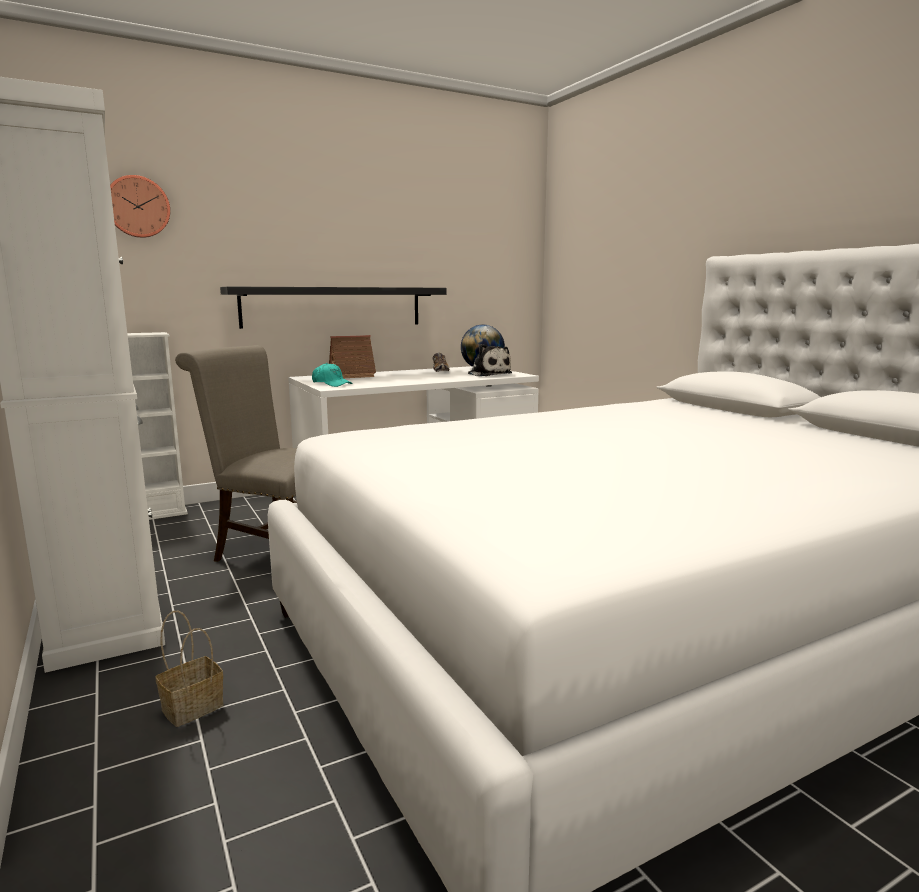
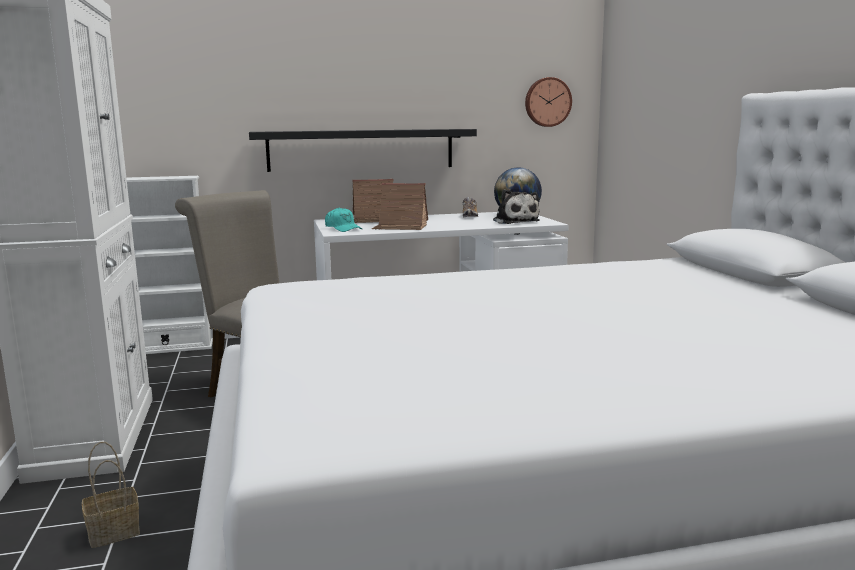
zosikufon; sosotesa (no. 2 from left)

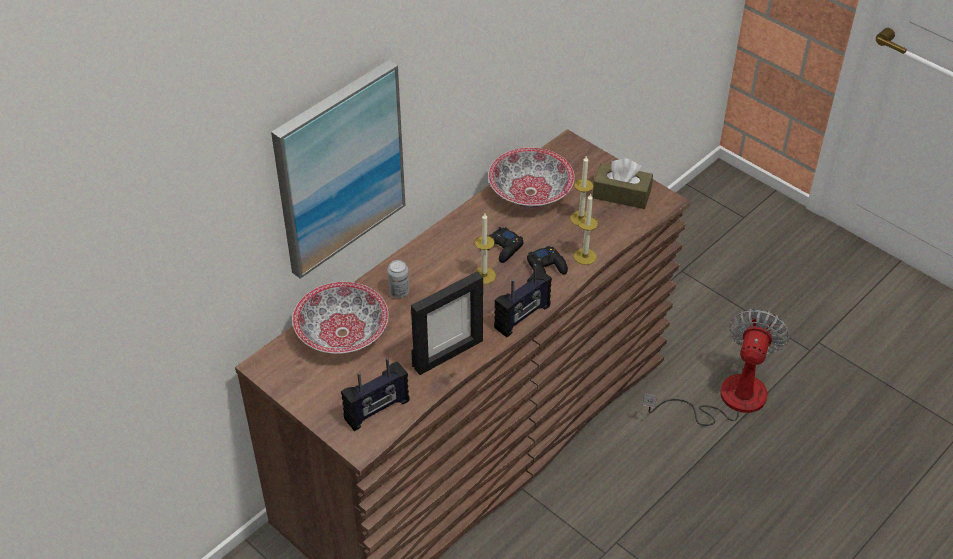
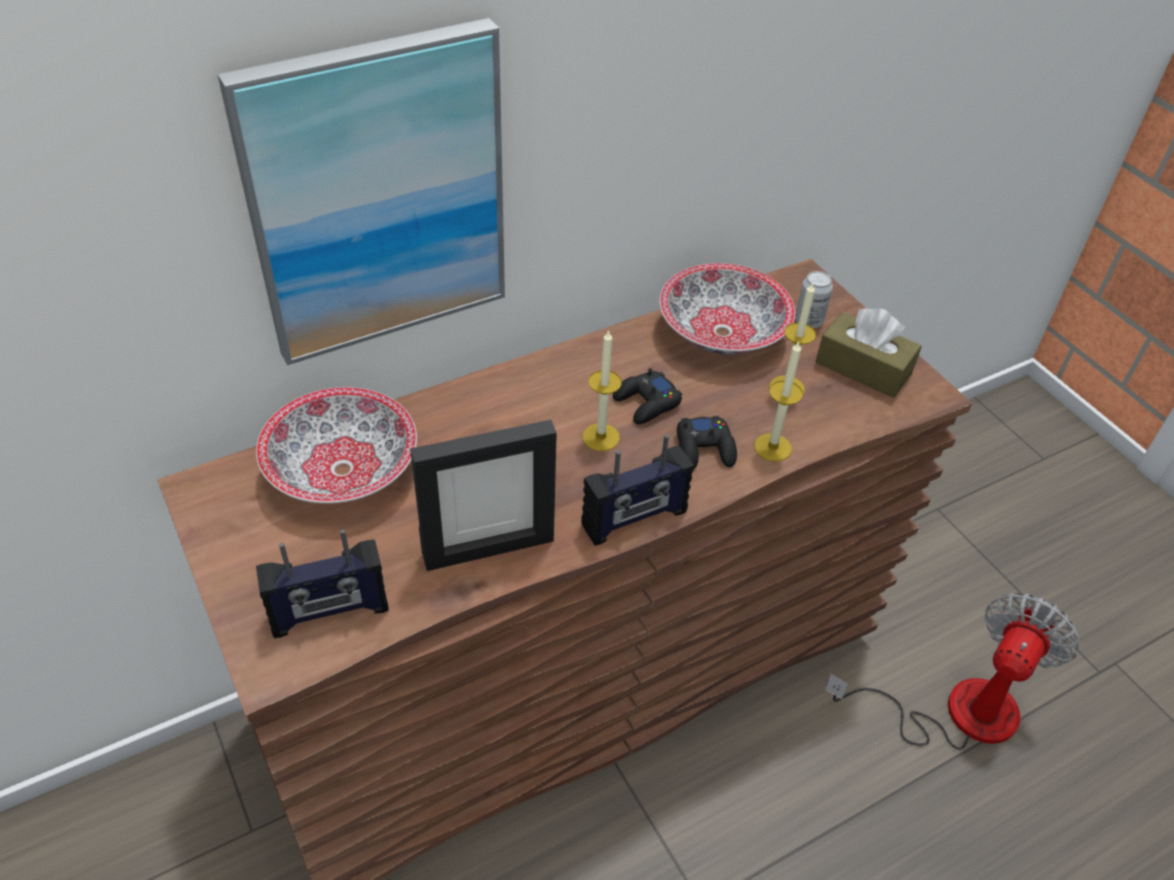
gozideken

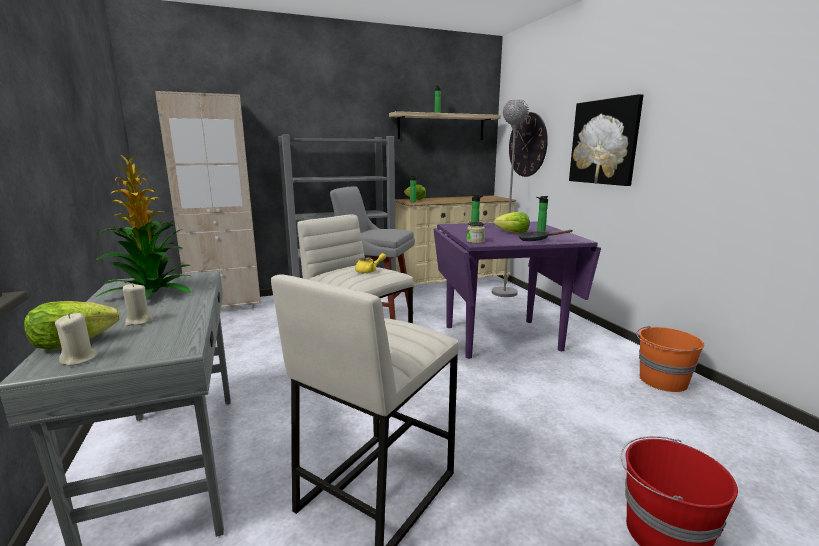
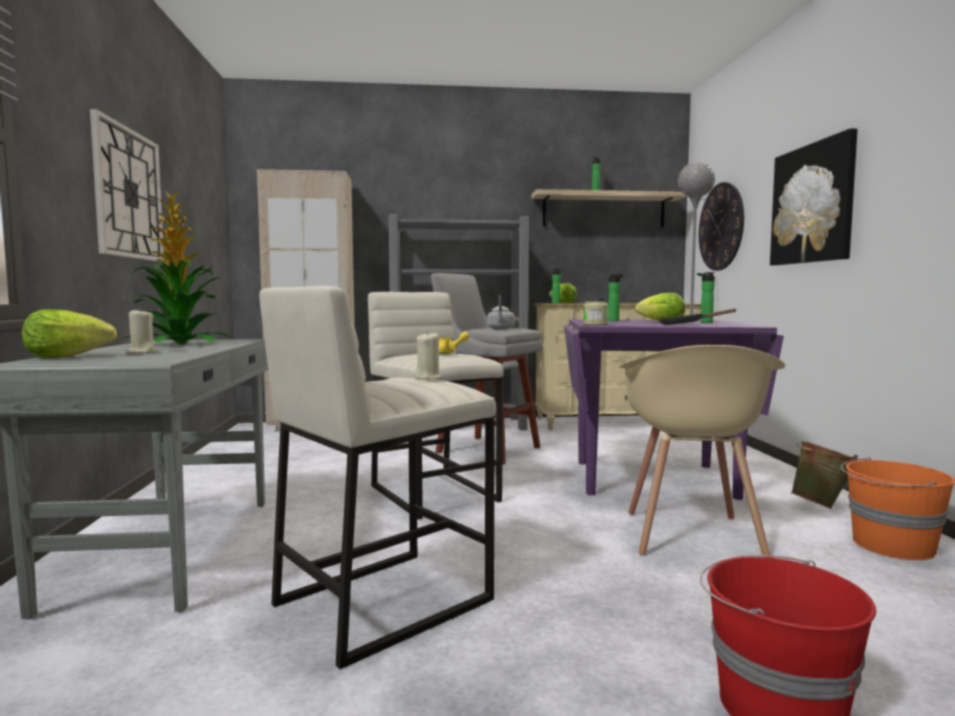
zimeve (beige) (no. 2 from left); zosikufon (no. 1 from left); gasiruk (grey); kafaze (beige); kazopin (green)

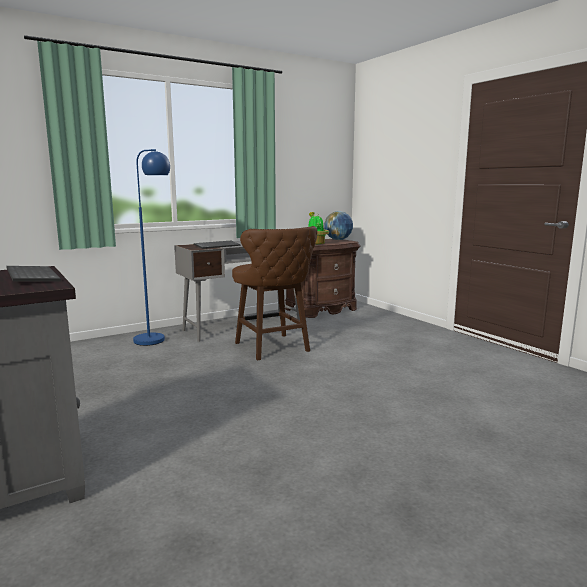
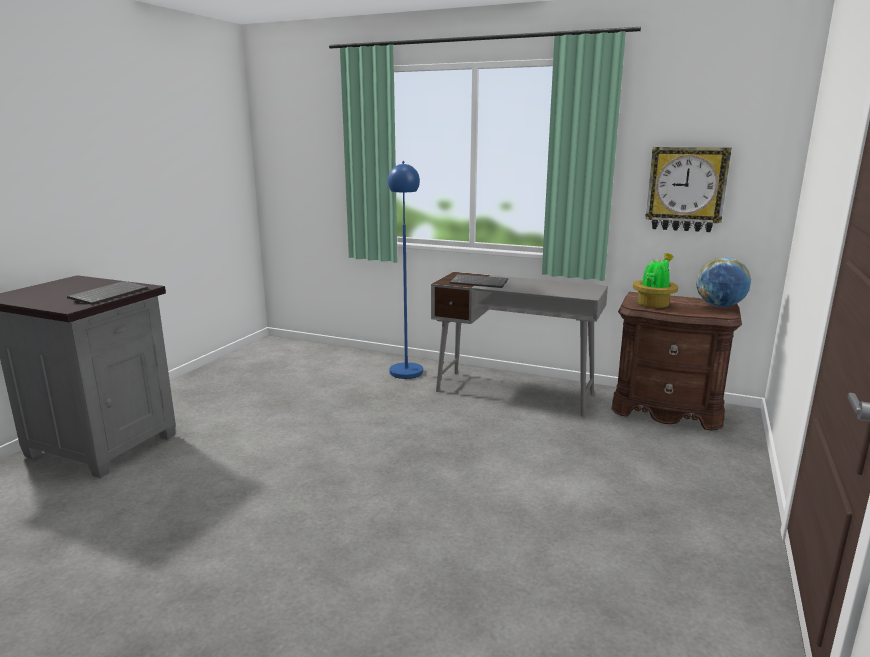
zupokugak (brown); zosikufon

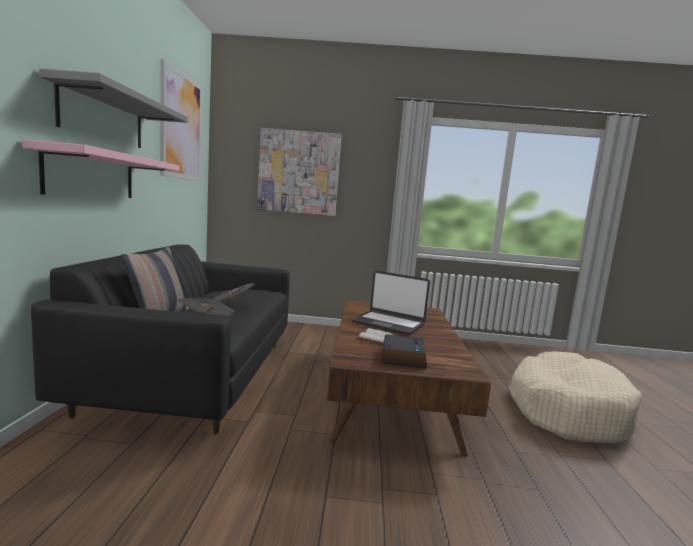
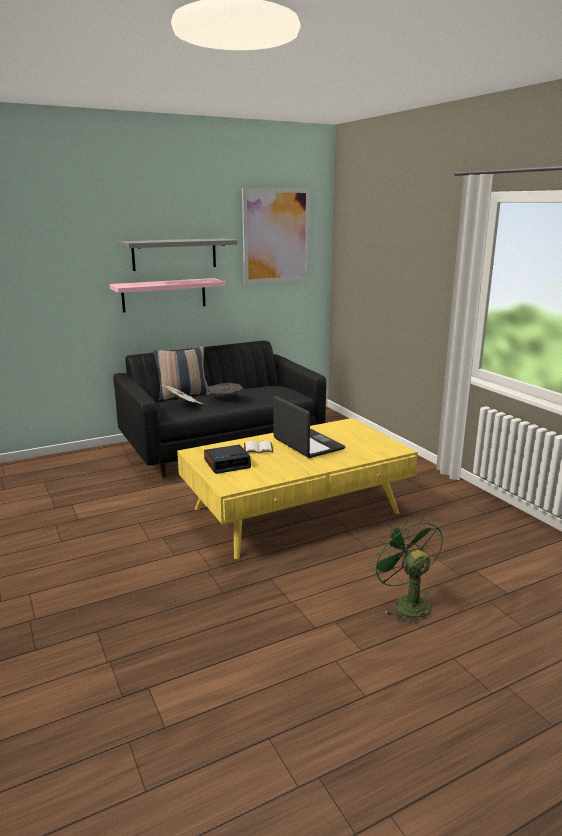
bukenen (no. 2 from left in the first image); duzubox; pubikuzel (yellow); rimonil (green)

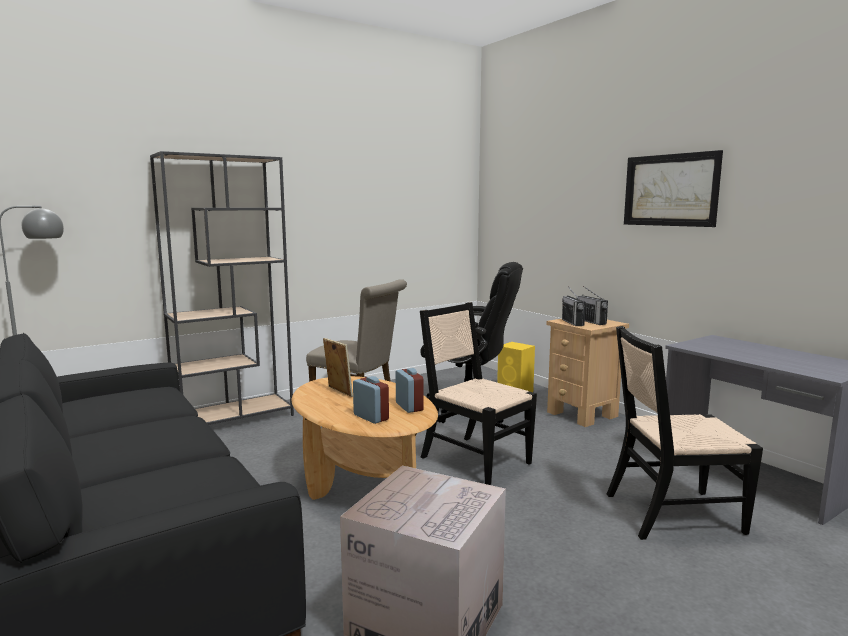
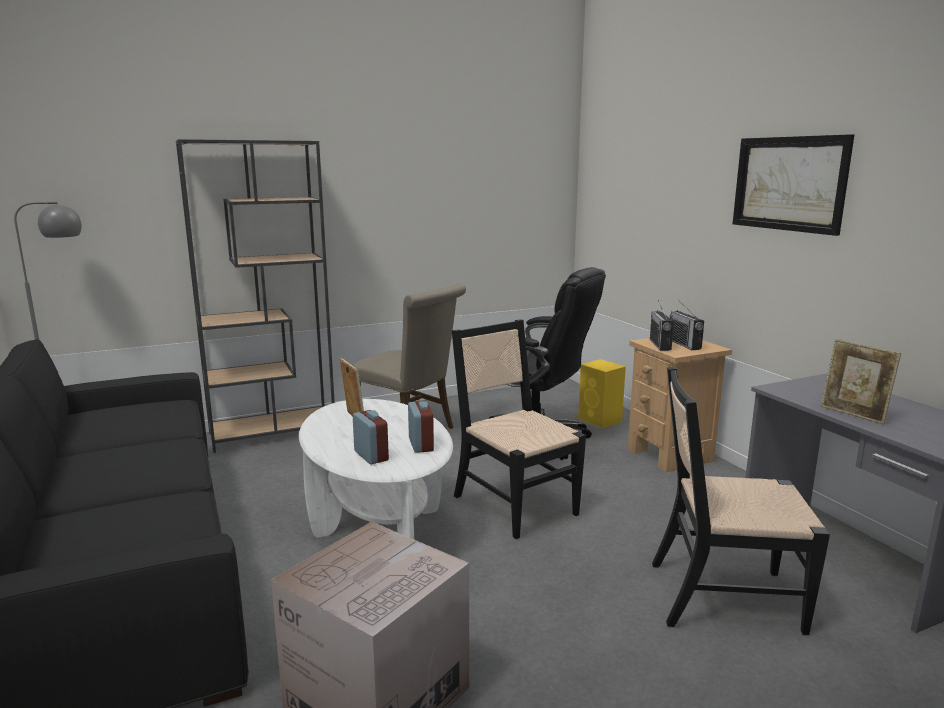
pubikuzel (white); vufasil (no. 2 from left)

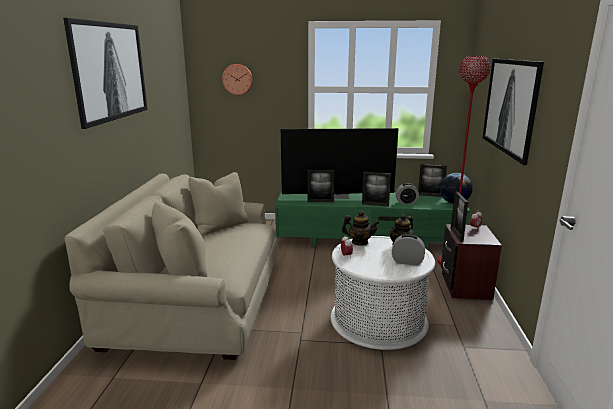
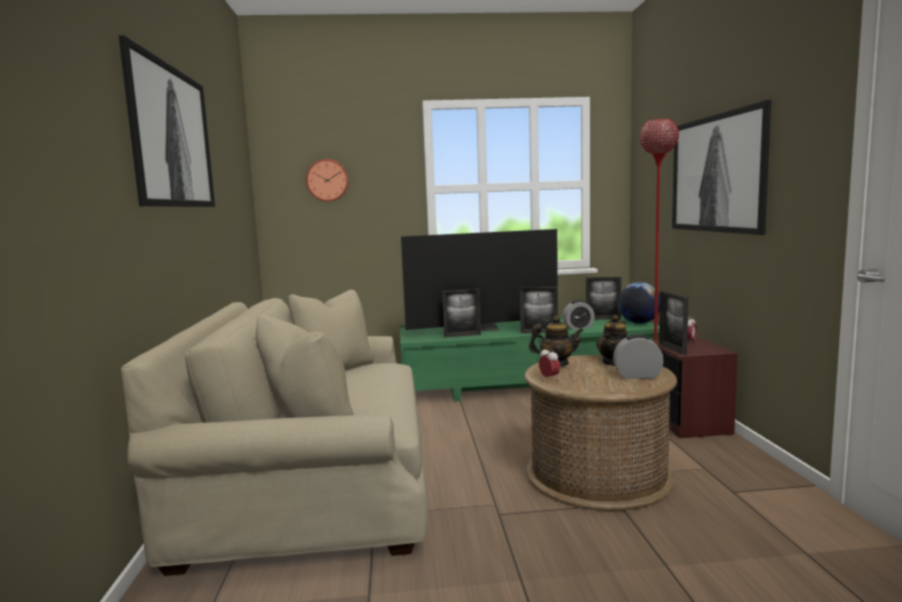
pubikuzel (brown)

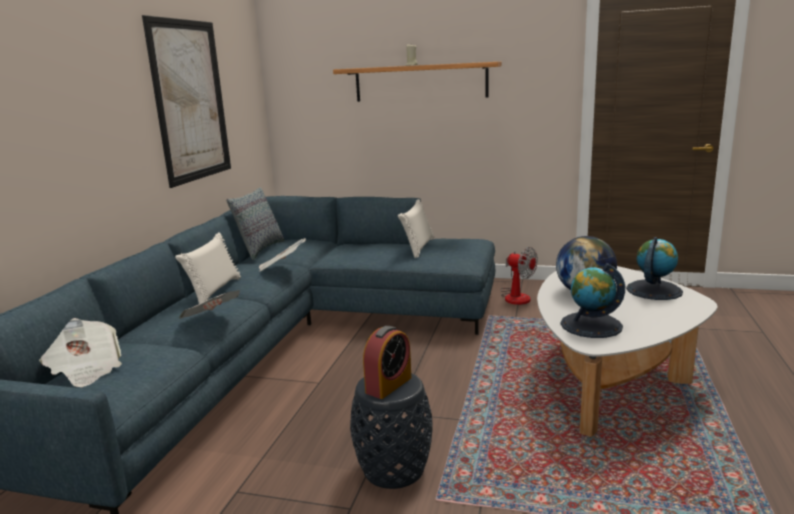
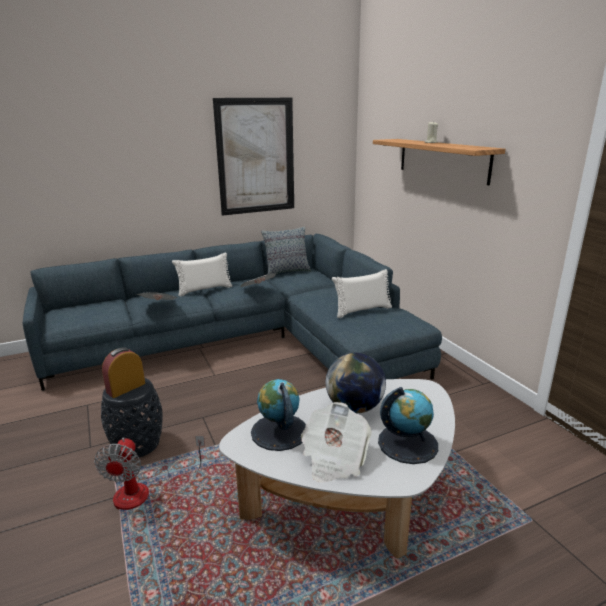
rimonil; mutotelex (no. 3 from left); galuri

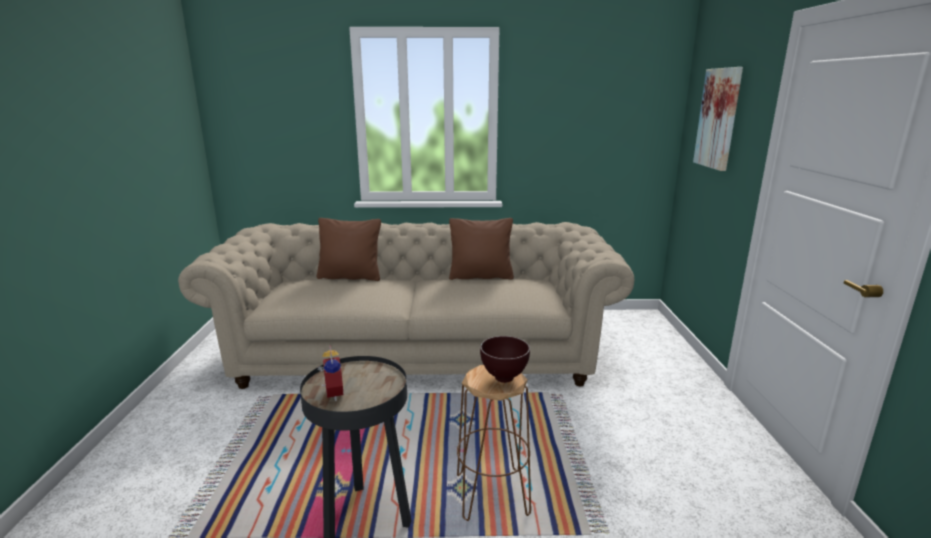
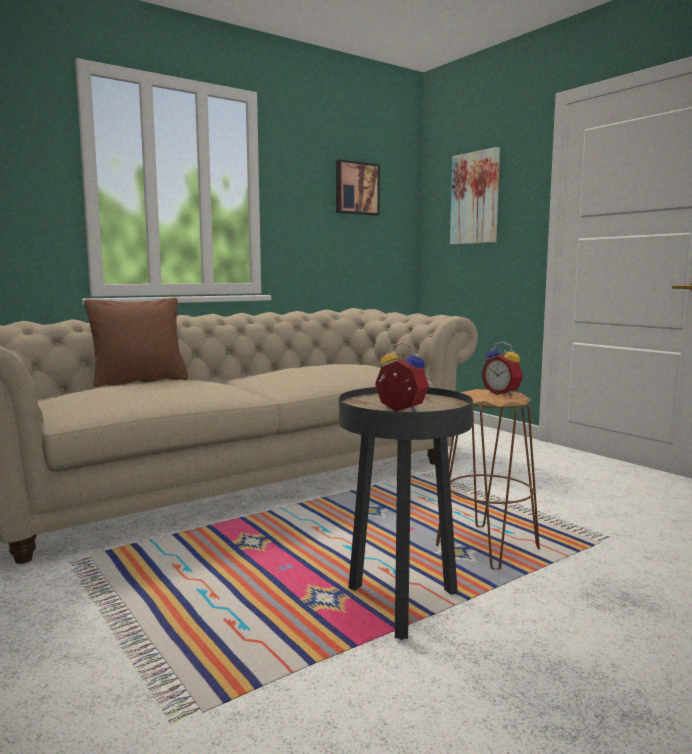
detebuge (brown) (no. 2 from left in the first image); galuri (no. 2 from left); bukenen (no. 1 from left)

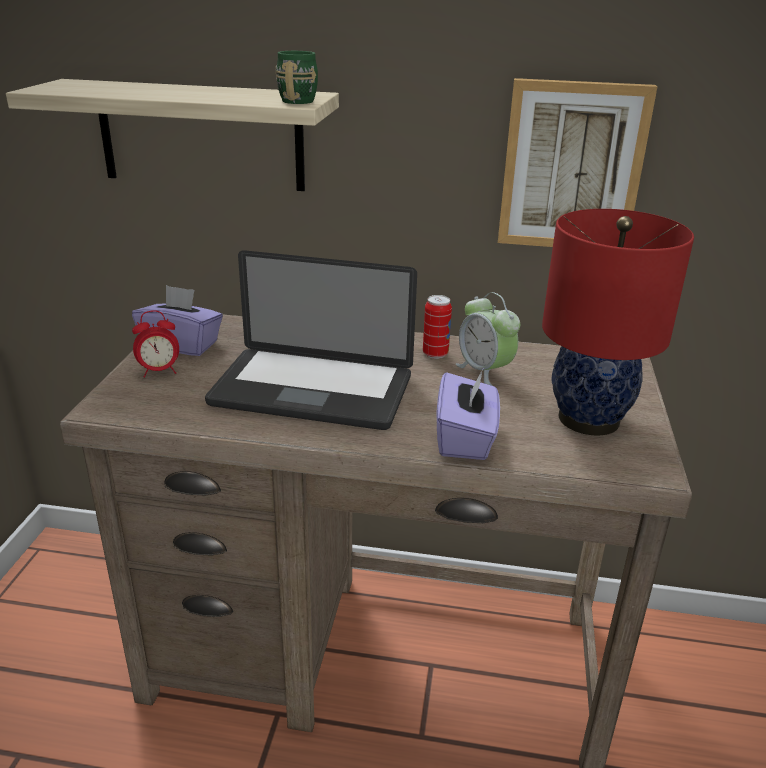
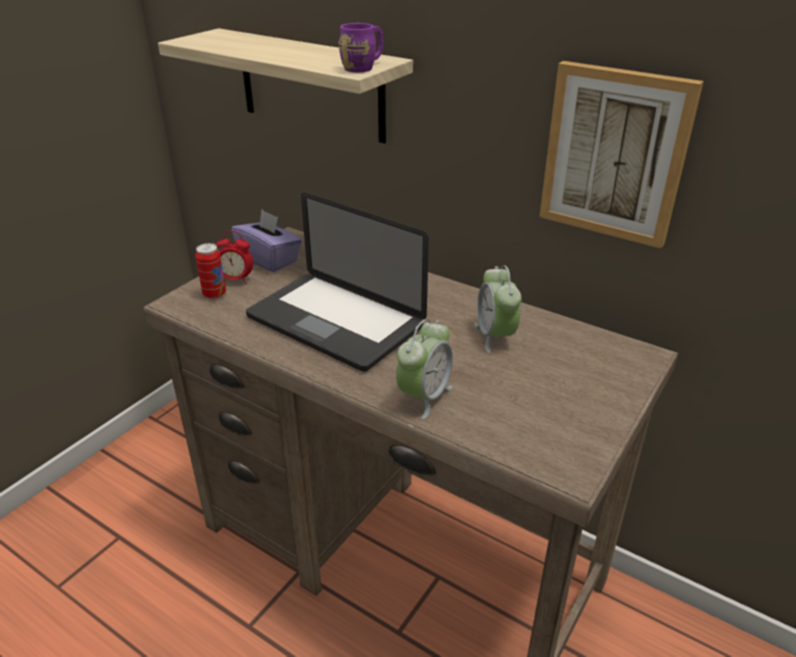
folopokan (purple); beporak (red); gozideken; galuri (no. 2 from left)

